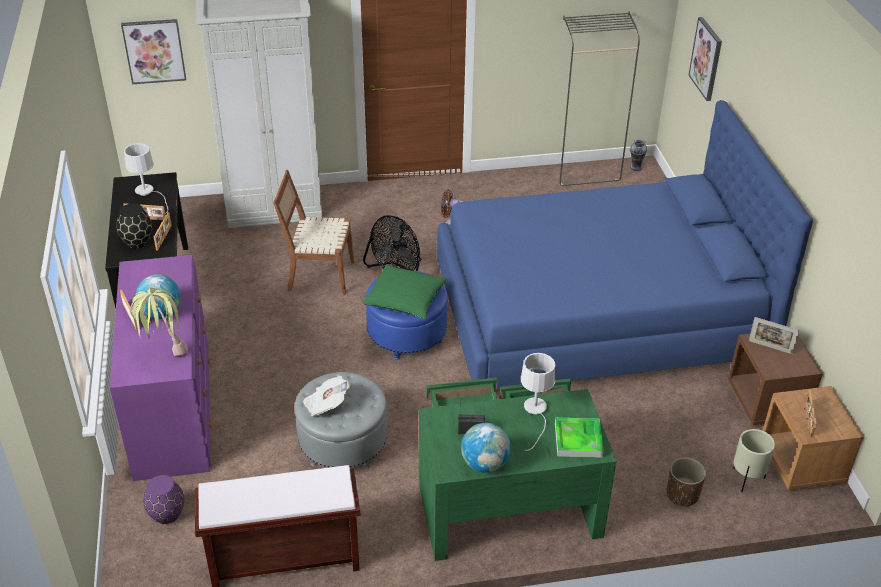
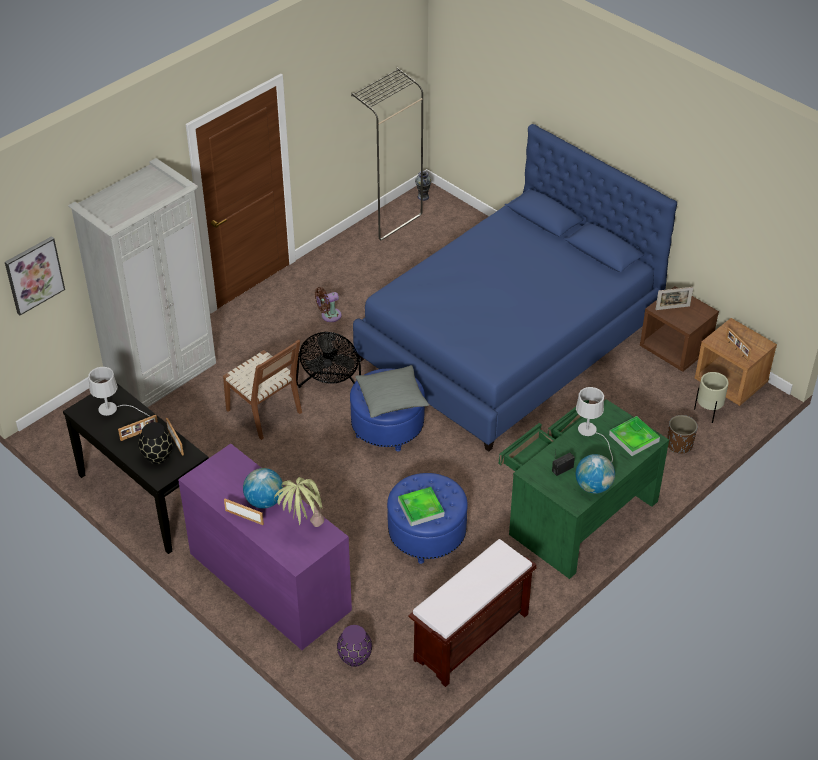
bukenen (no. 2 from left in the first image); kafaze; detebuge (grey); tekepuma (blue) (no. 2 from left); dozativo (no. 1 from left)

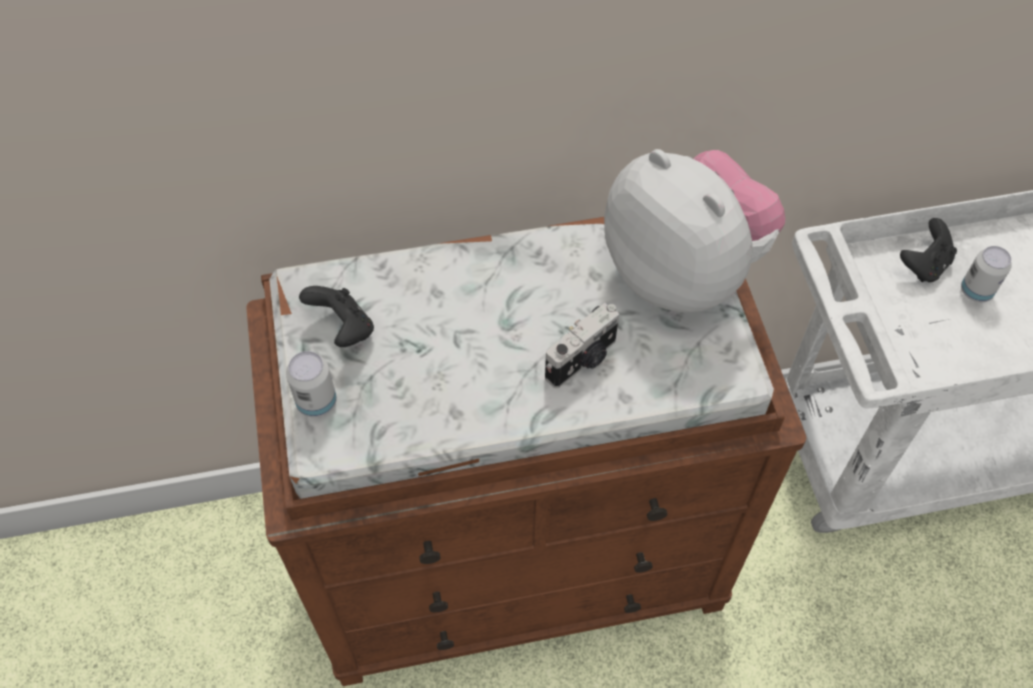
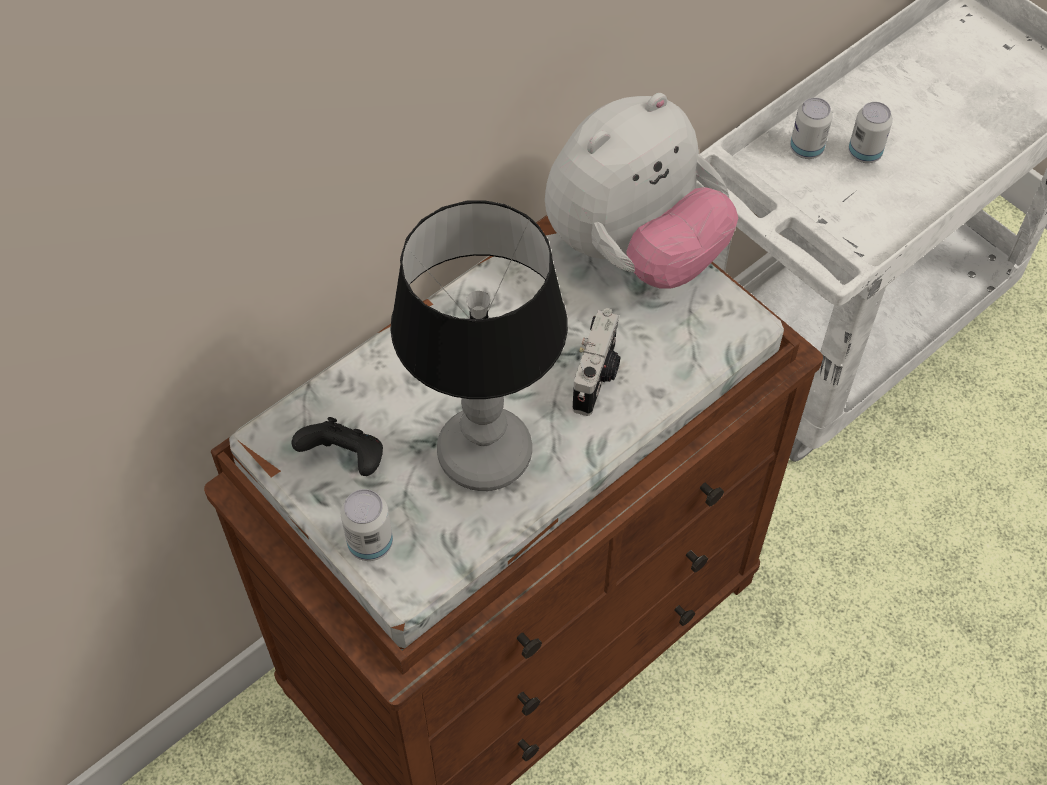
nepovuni; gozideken (no. 2 from left); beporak

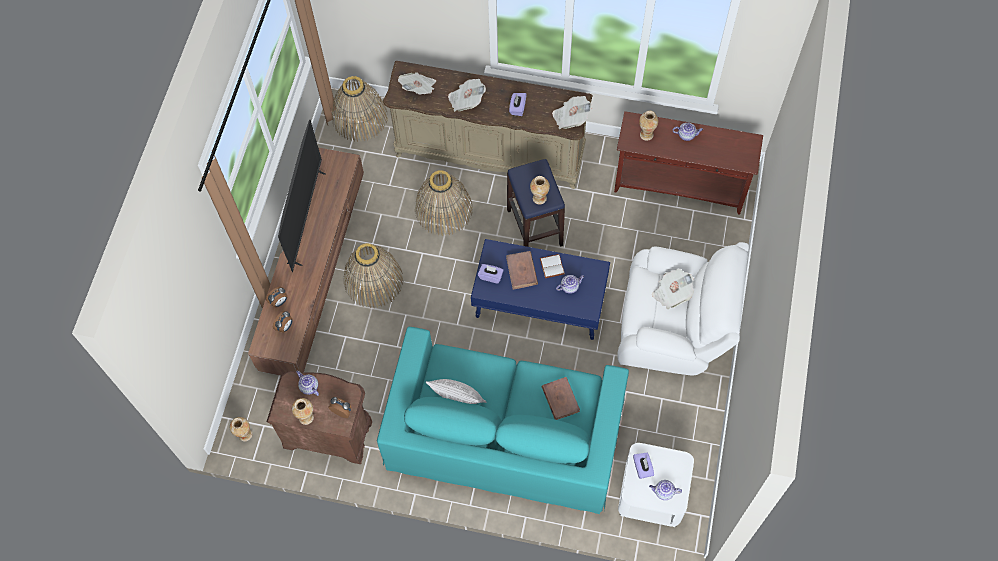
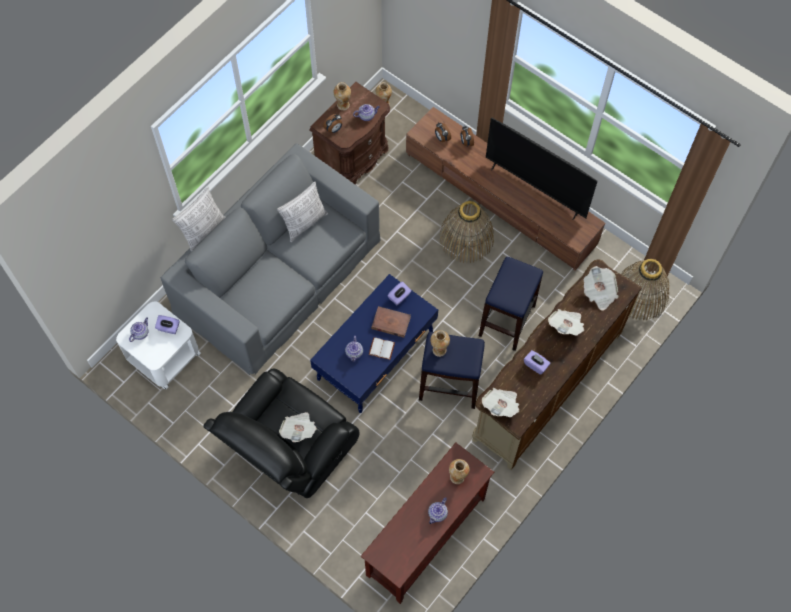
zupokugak (no. 2 from left); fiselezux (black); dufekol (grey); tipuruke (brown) (no. 2 from left in the first image); detebuge (no. 1 from left)

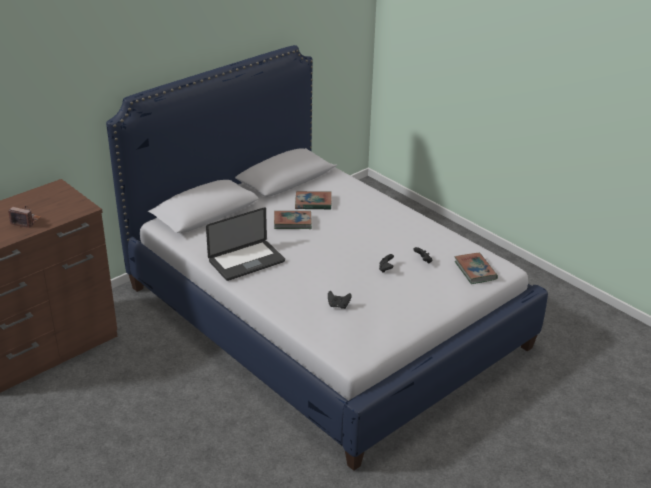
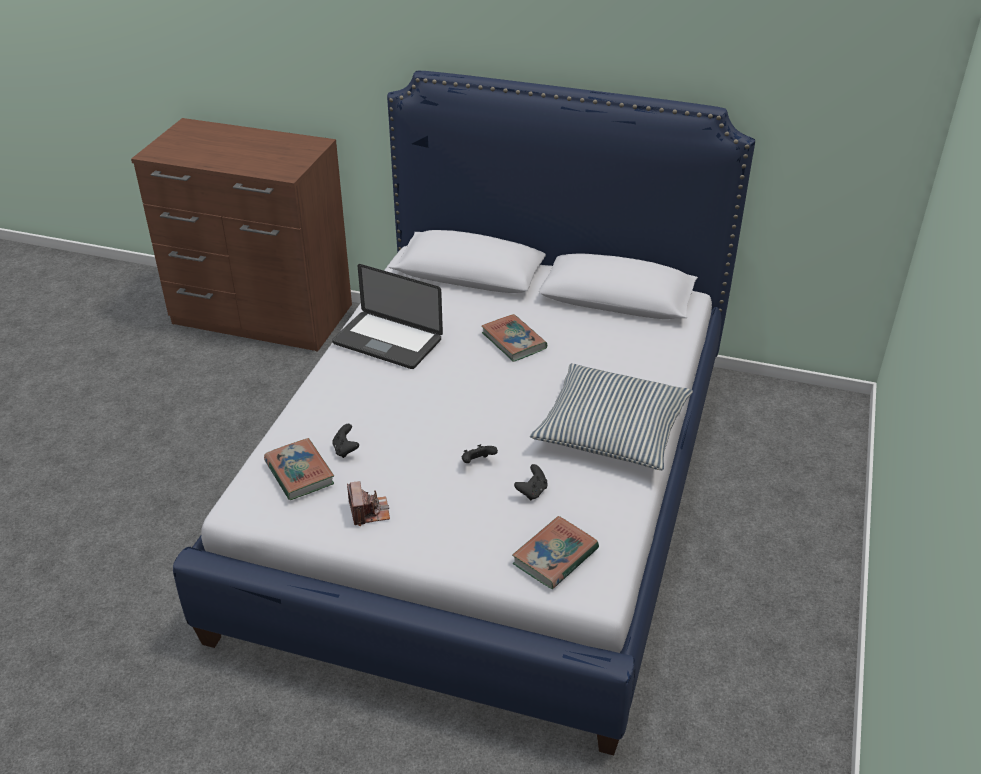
tipuruke (no. 1 from left); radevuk; detebuge

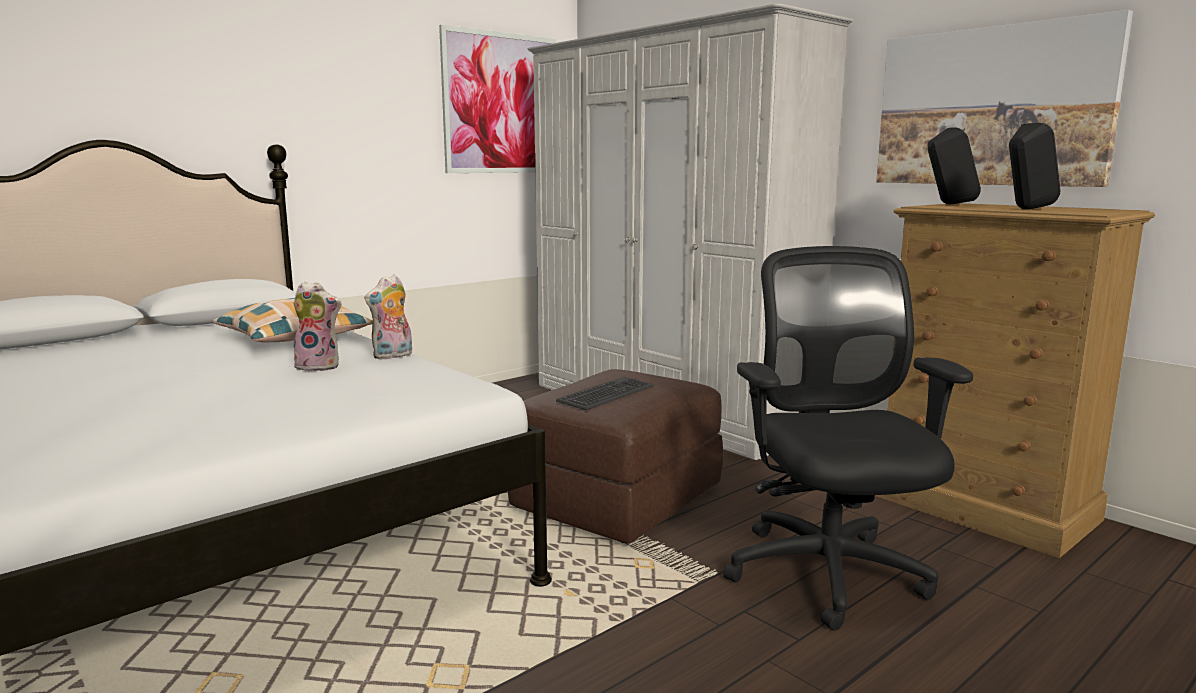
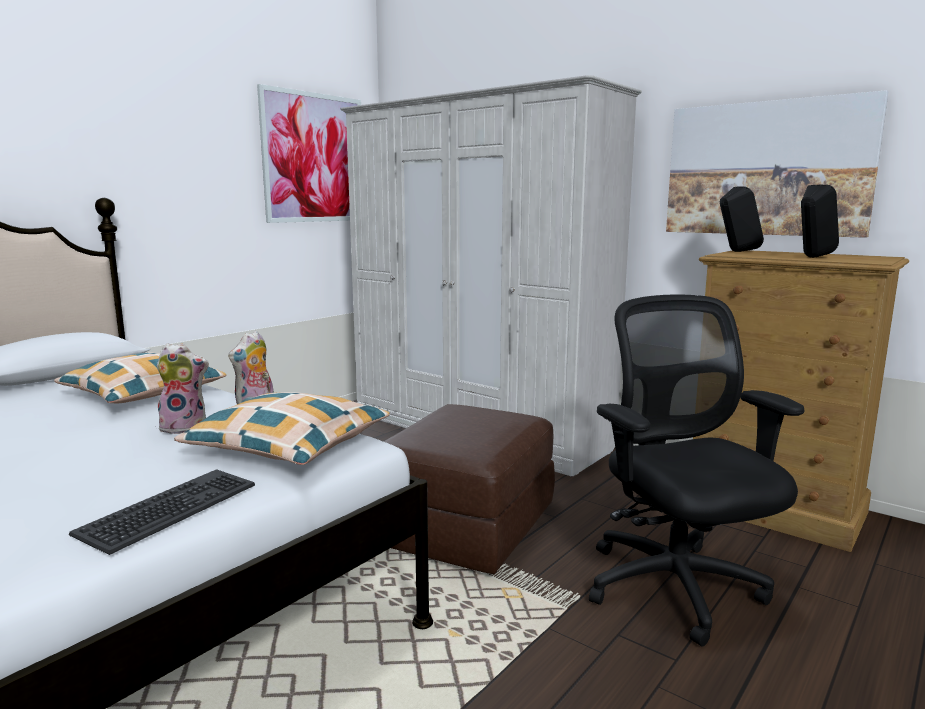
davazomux; detebuge (no. 2 from left)

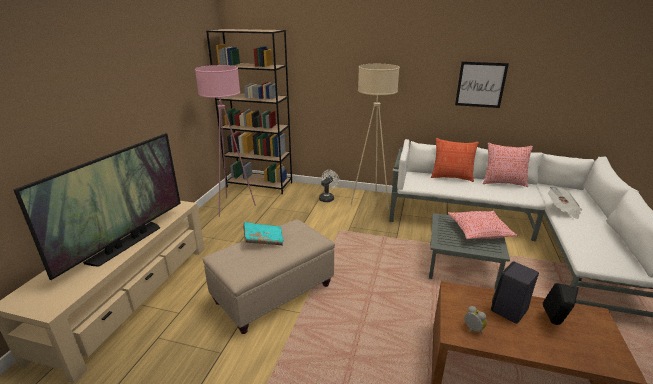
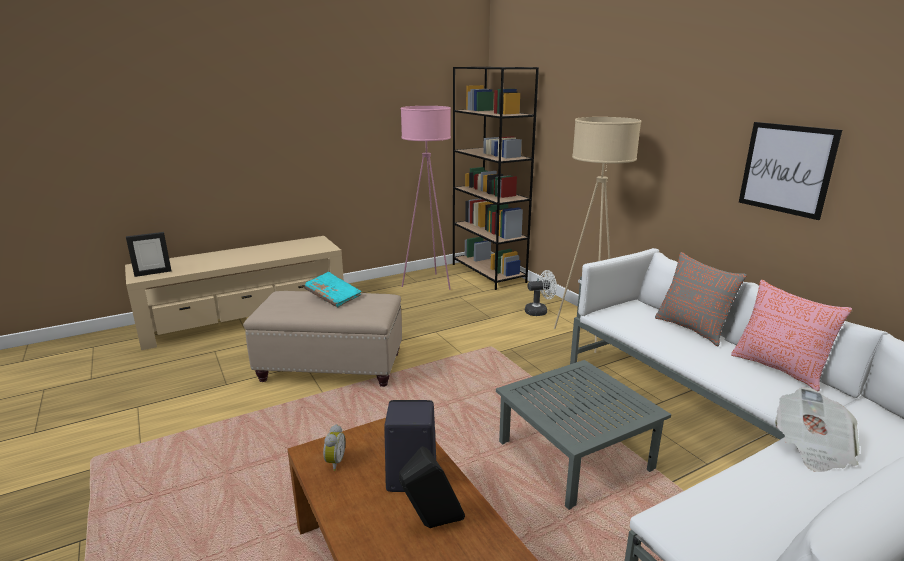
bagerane; detebuge (grey); detebuge (pink) (no. 1 from left in the first image); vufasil

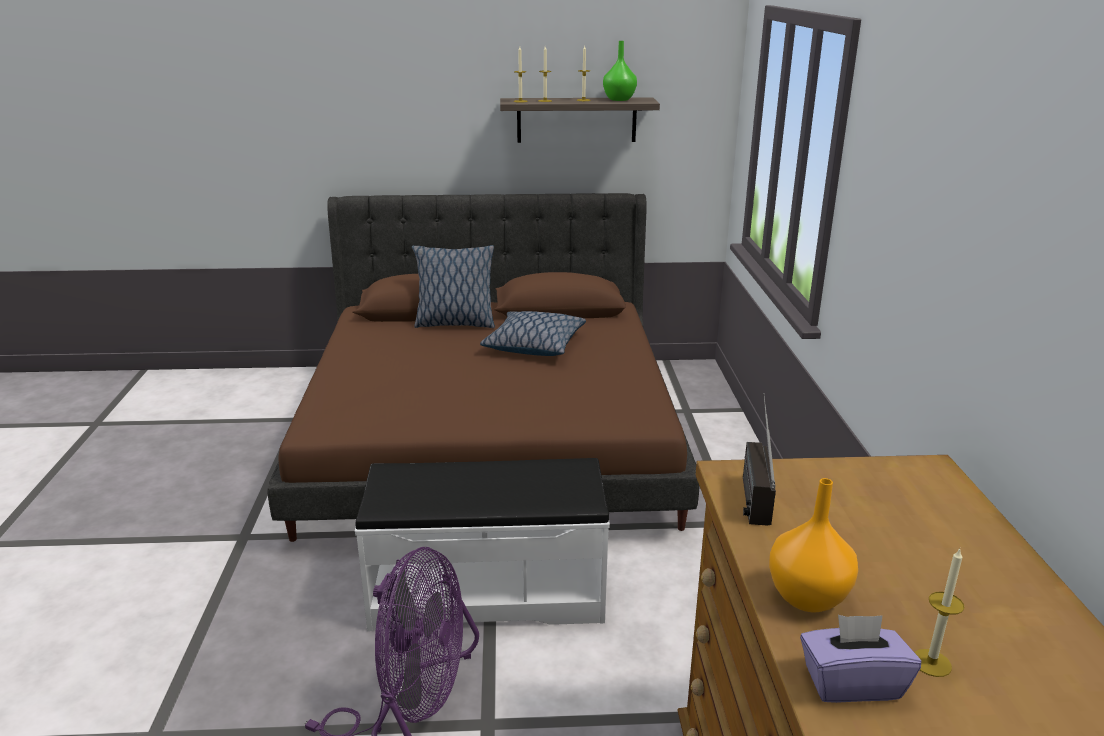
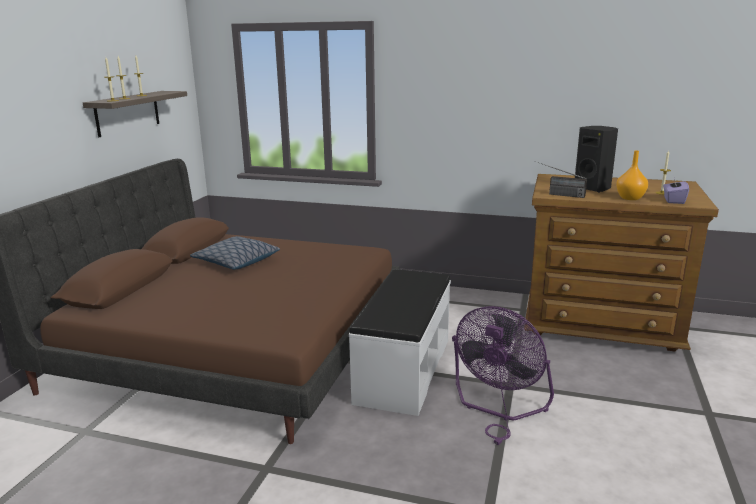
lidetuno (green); detebuge (no. 1 from left in the first image); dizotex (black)

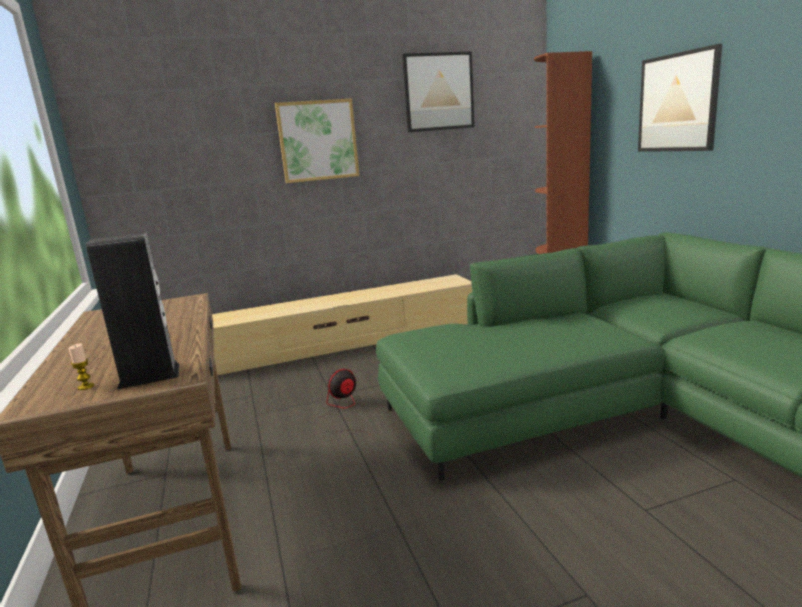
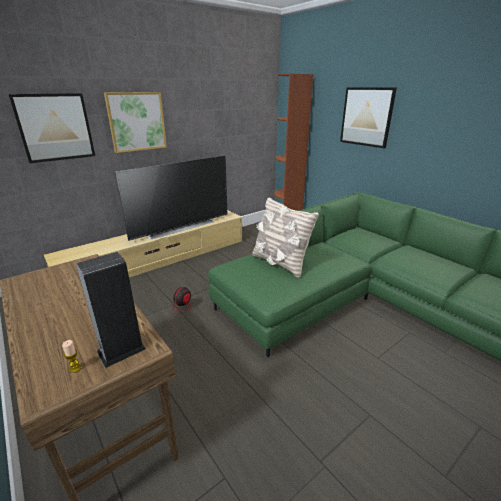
bukenen (no. 1 from left); bagerane; detebuge (beige)

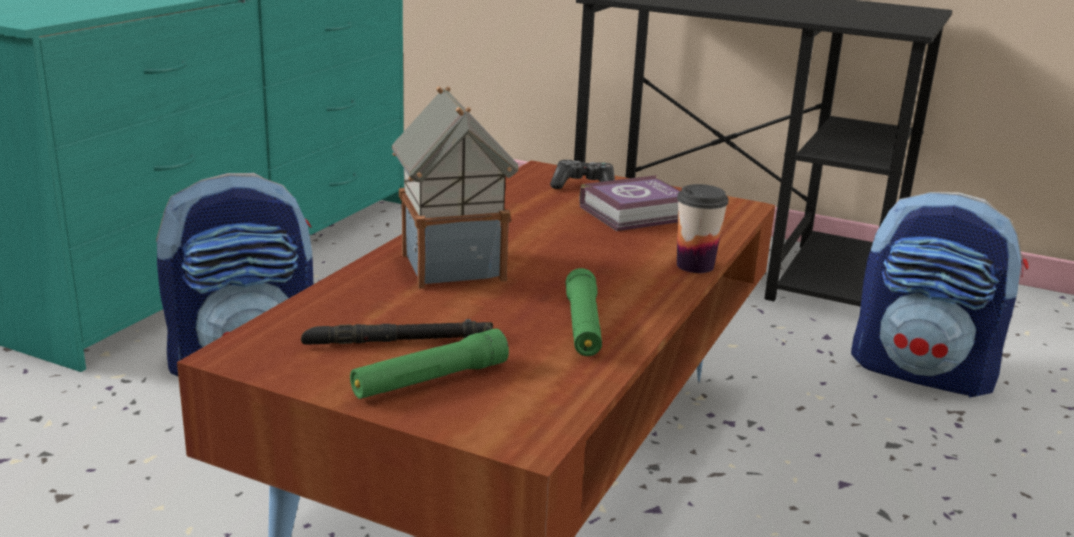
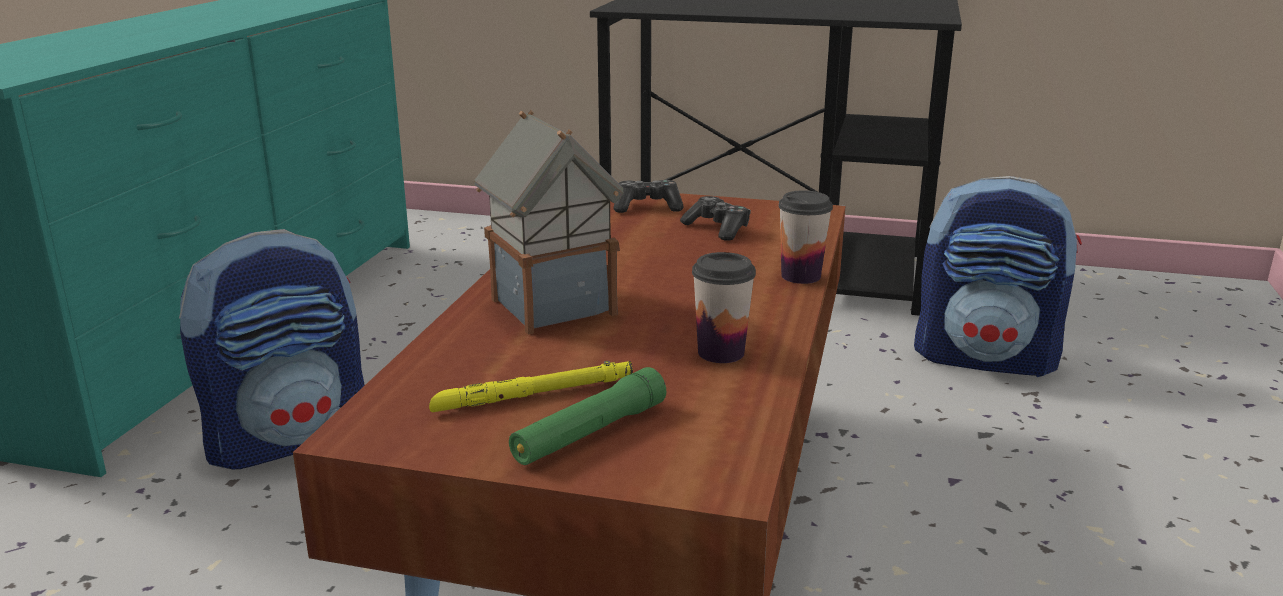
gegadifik (no. 2 from left); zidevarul (no. 1 from left); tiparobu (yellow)

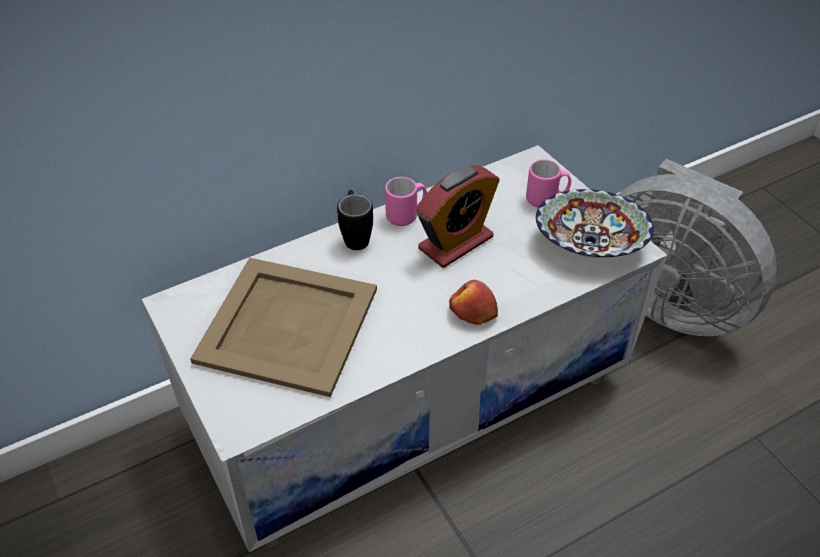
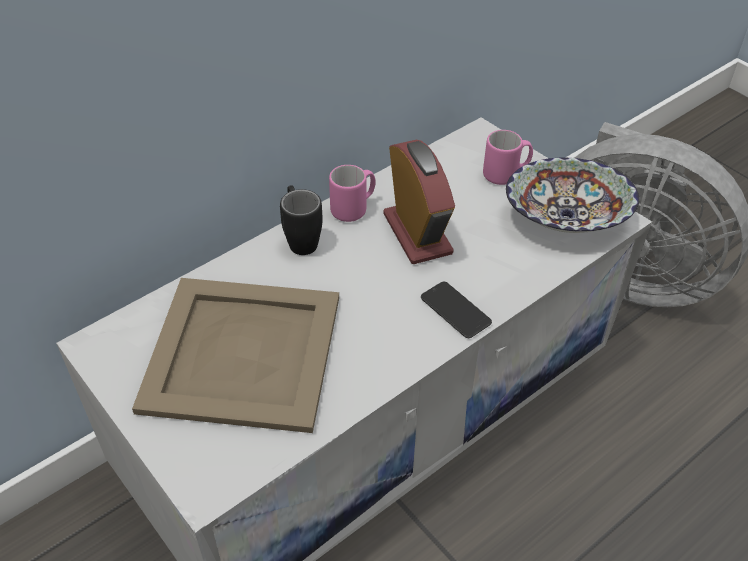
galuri; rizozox

